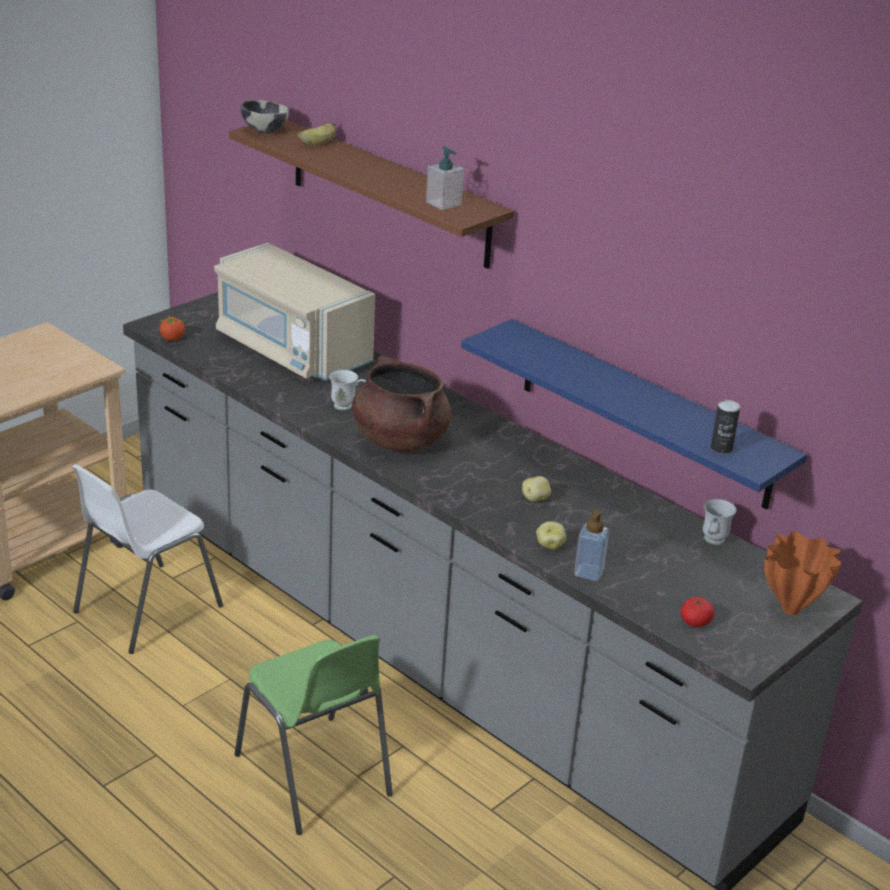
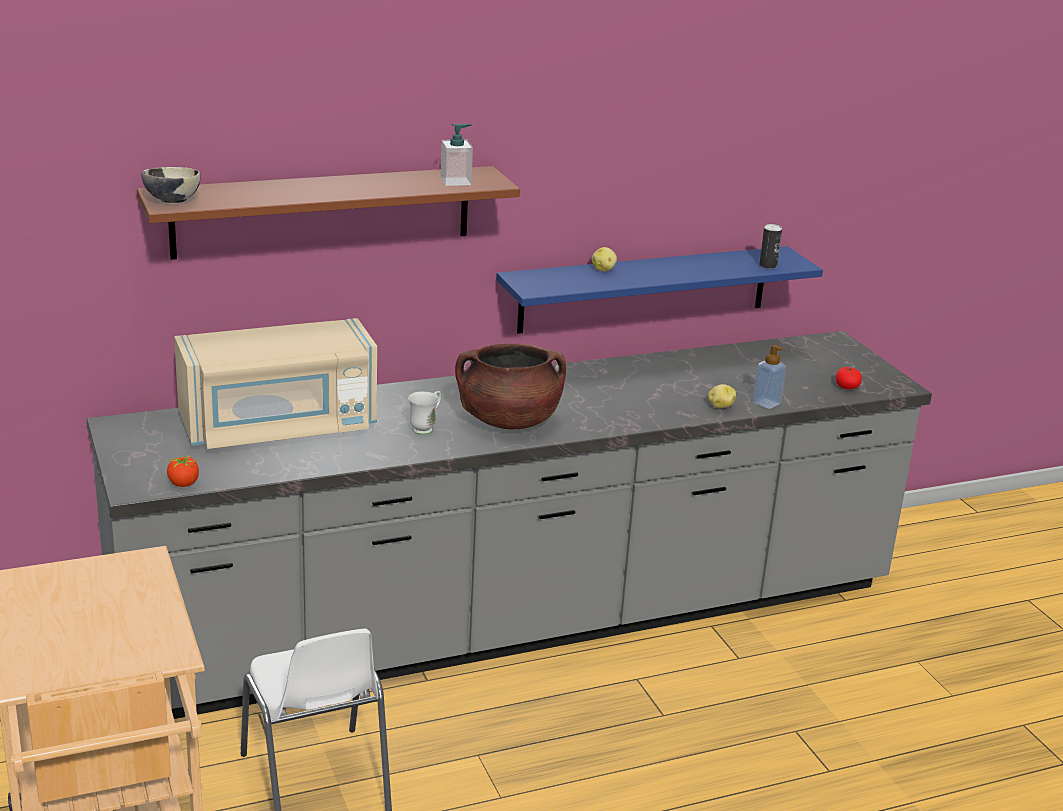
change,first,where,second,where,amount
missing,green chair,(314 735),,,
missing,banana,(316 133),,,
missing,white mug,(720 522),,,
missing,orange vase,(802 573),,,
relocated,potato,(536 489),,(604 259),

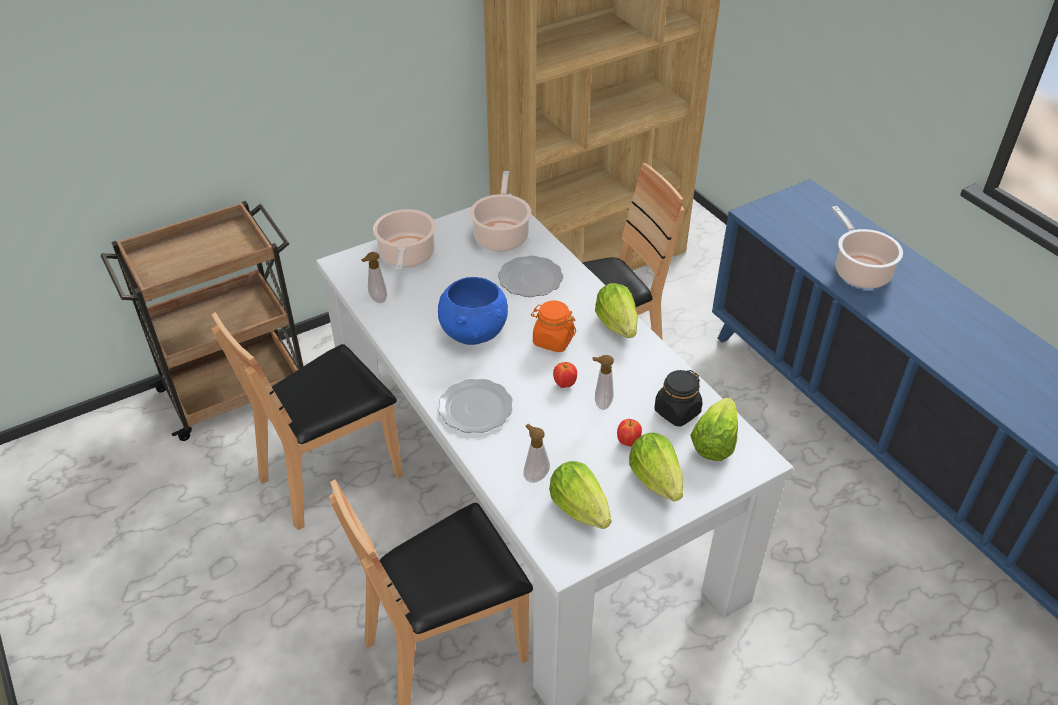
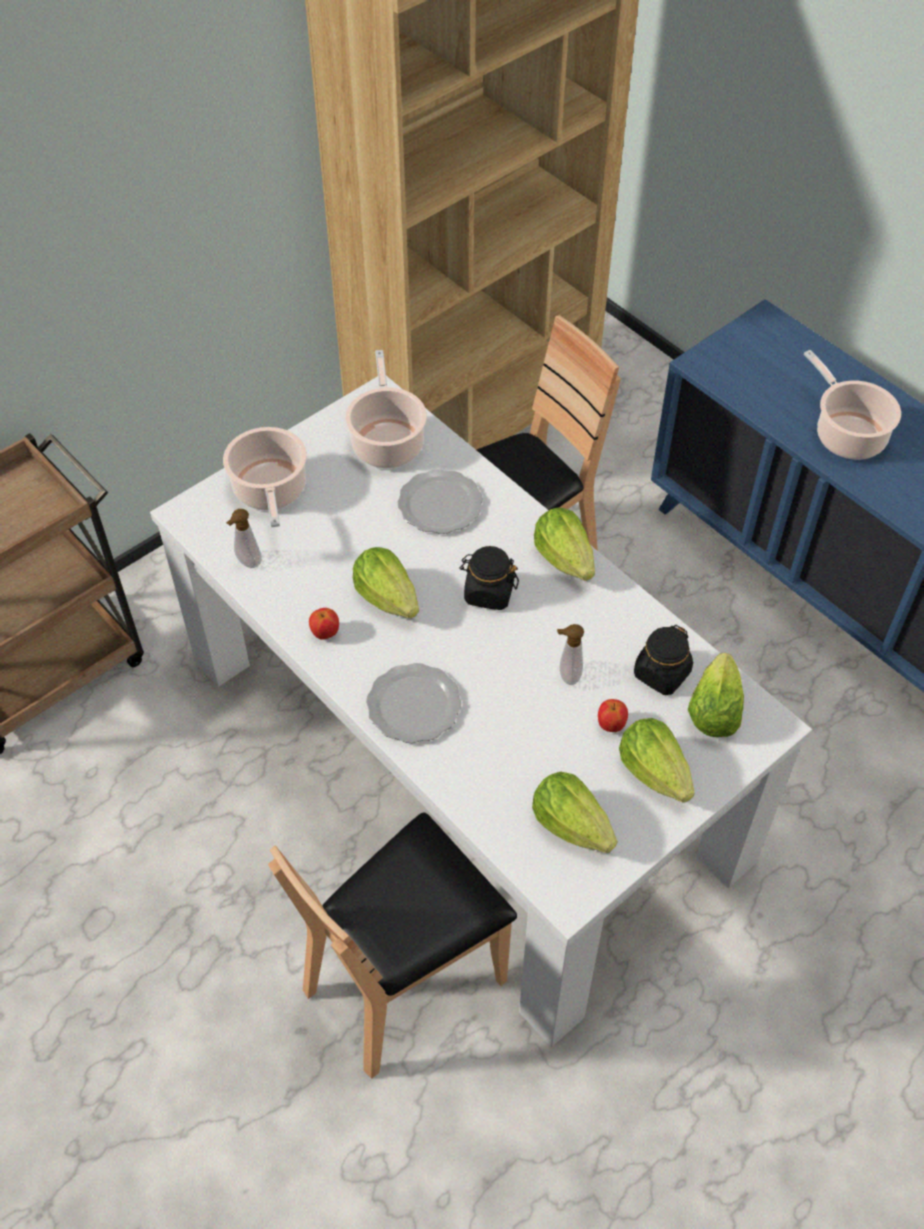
change,first,where,second,where,amount
missing,brown chair,(307 421),,,
missing,soap dispenser,(536 453),,,
relocated,apple,(565 375),,(324 624),
exchanged,blue bowl,(473 311),lettuce,(386 582),
colour,orange jar,(553 326),black jar,(489 578),

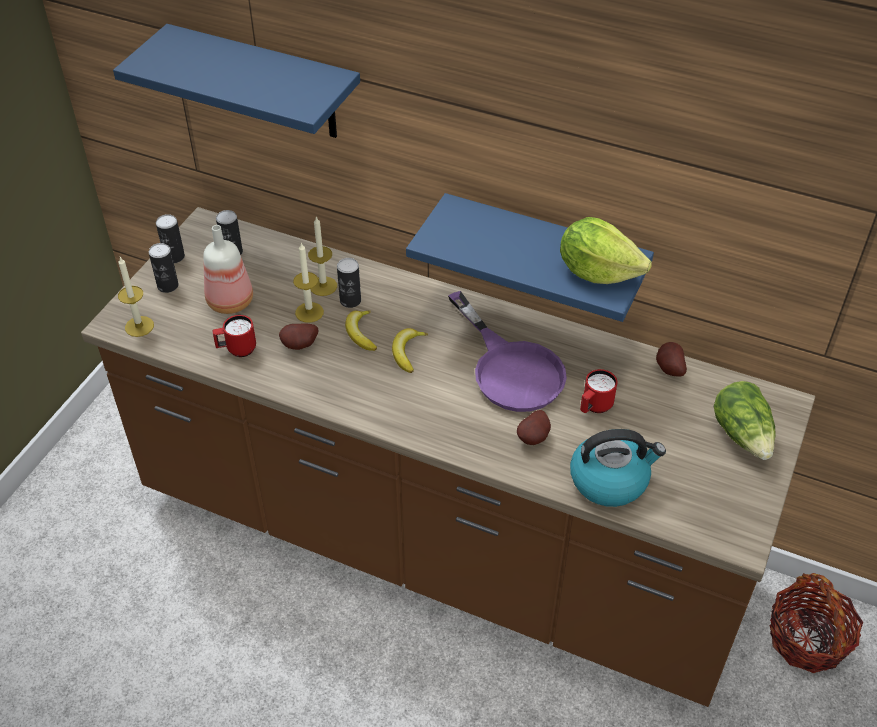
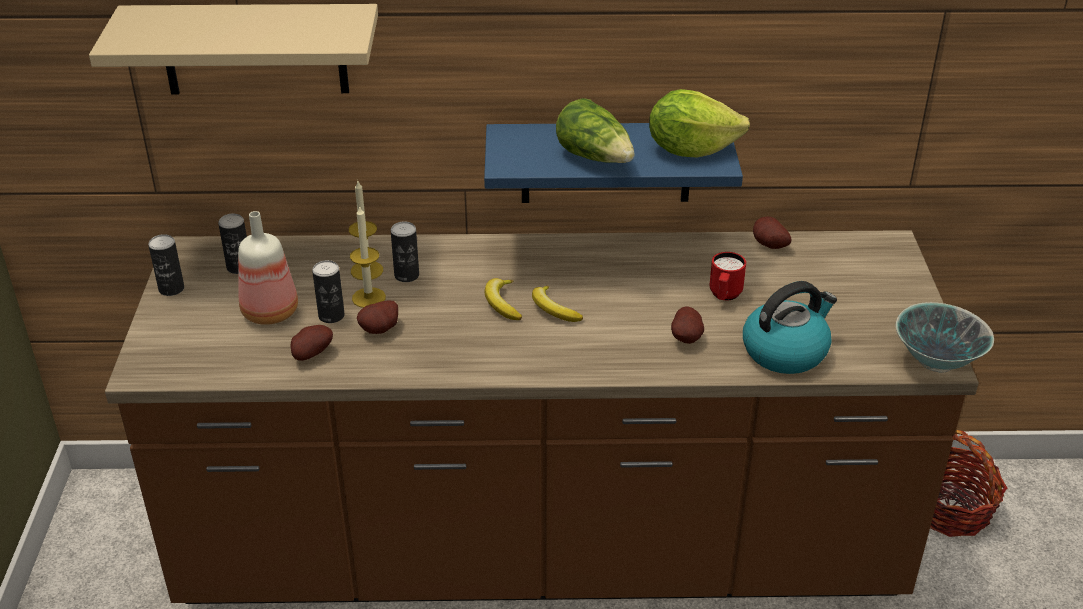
change,first,where,second,where,amount
missing,candle,(136 297),,,
missing,purple frying pan,(507 351),,,
appeared,,,bowl,(945 337),
relocated,can,(164 268),,(328 291),
relocated,banana,(361 330),,(557 303),
relocated,lettuce,(744 420),,(595 130),
exchanged,red mug,(234 336),potato,(311 343),
colour,blue shelf,(236 81),beige shelf,(233 49),

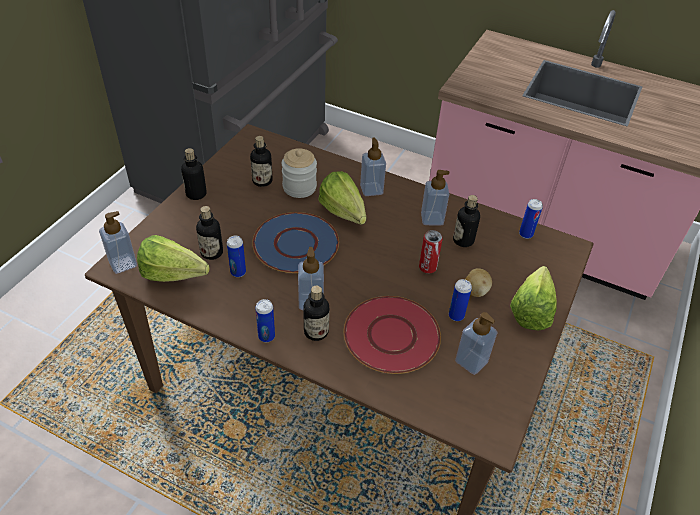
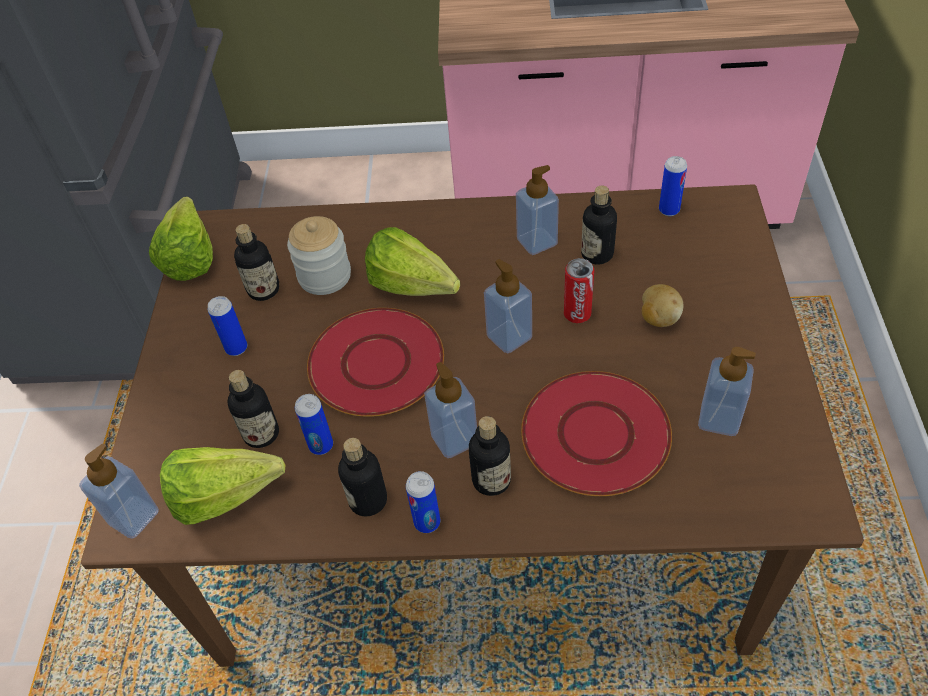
change,first,where,second,where,amount
relocated,bottle,(193 174),,(362 477),
relocated,soap dispenser,(373 167),,(508 306),
relocated,can,(460 300),,(227 326),
relocated,lettuce,(533 298),,(181 239),
colour,blue plate,(295 242),red plate,(375 362),

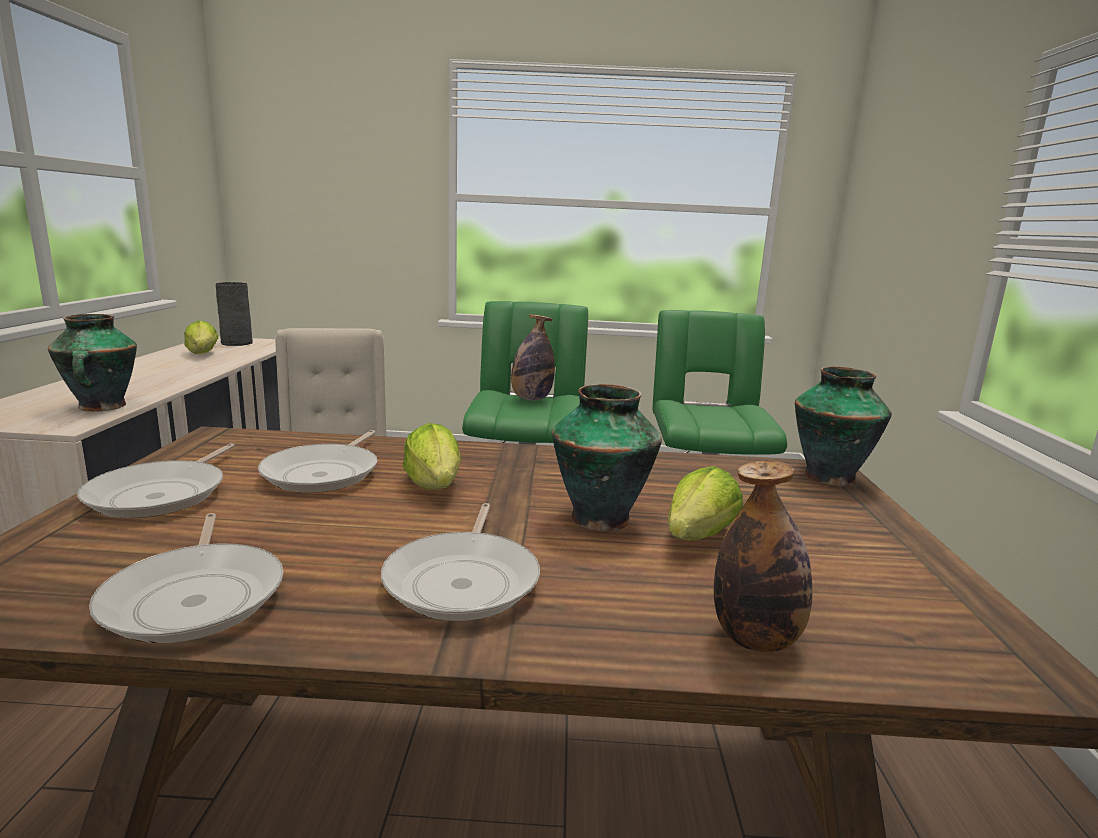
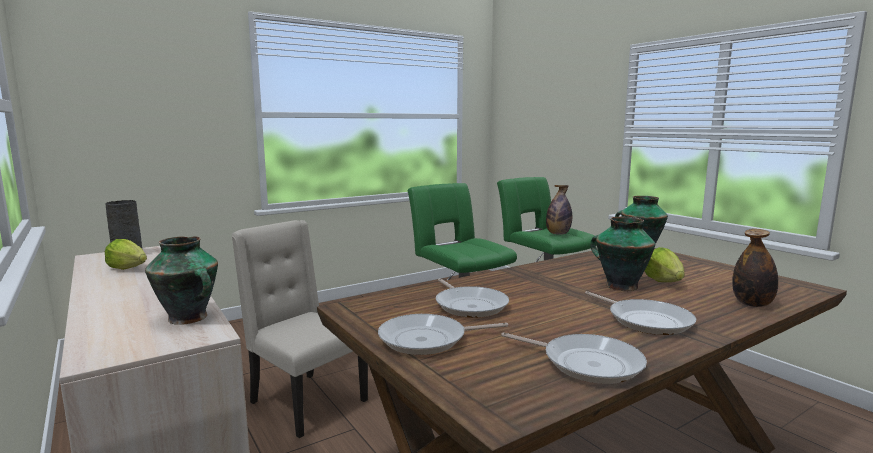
change,first,where,second,where,amount
missing,lettuce,(432 456),,,
relocated,bottle,(533 357),,(559 209),
spun,frying pan,(156 480),,(443 334),105 degrees clockwise

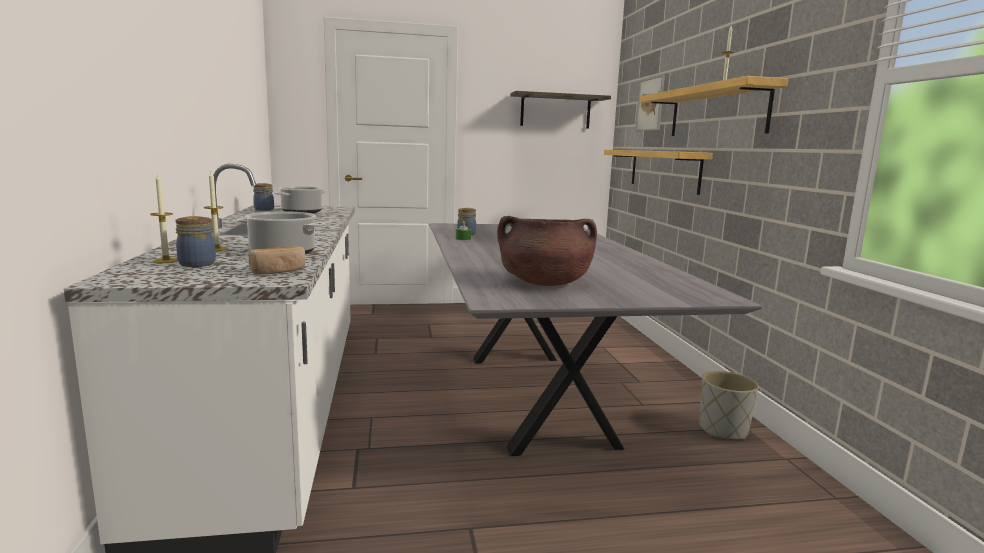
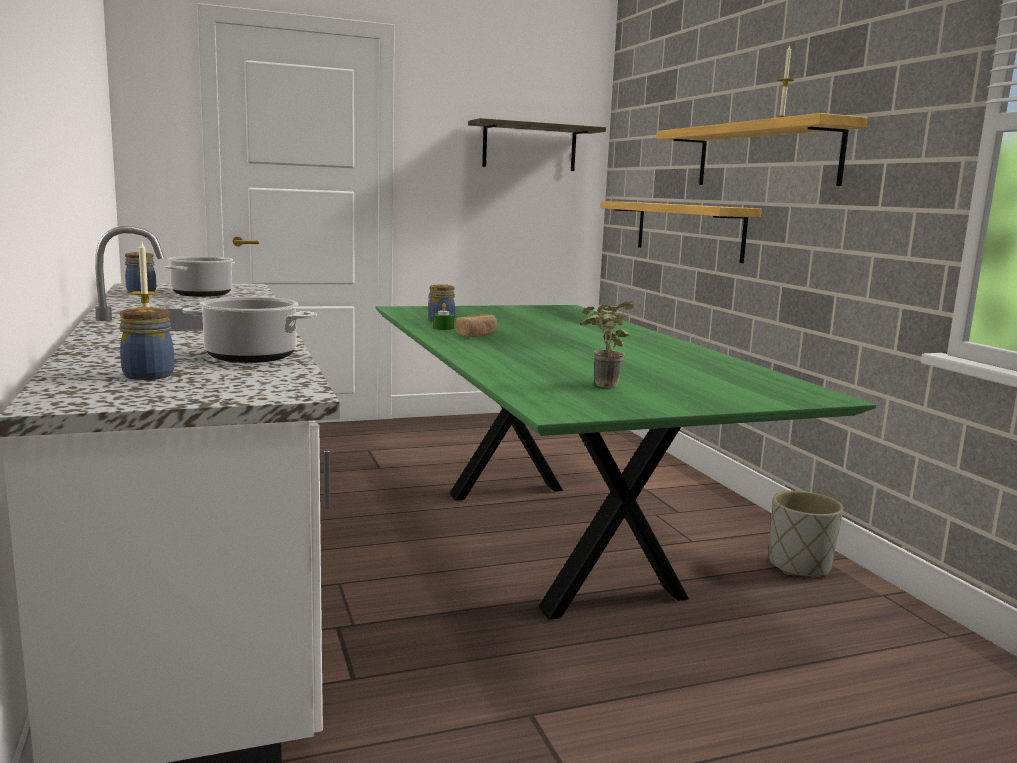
change,first,where,second,where,amount
missing,candle,(164 218),,,
missing,picture,(650 103),,,
relocated,bread,(277 260),,(476 326),
exchanged,brown cooking pot,(547 251),potted plant,(607 344),
colour,grey dining table,(596 339),green dining table,(626 462),

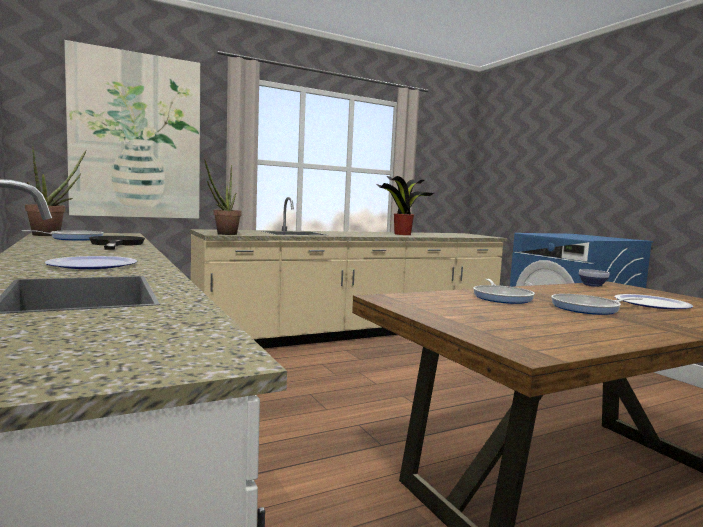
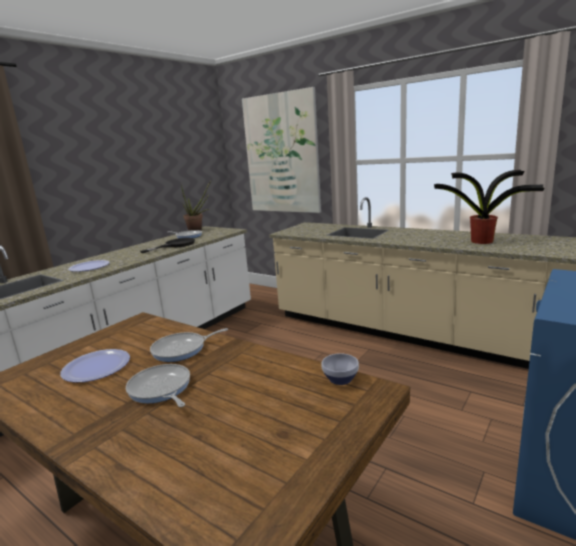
change,first,where,second,where,amount
missing,potted plant,(223 197),,,
relocated,plate,(654 301),,(95 366),

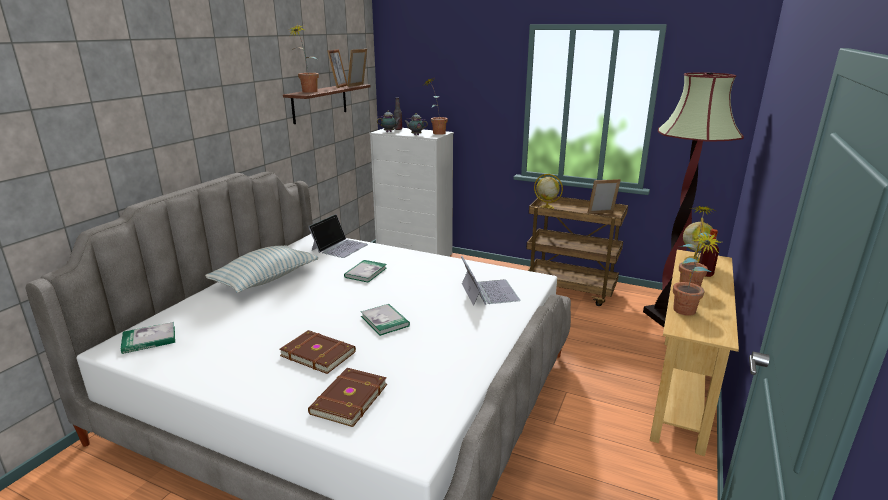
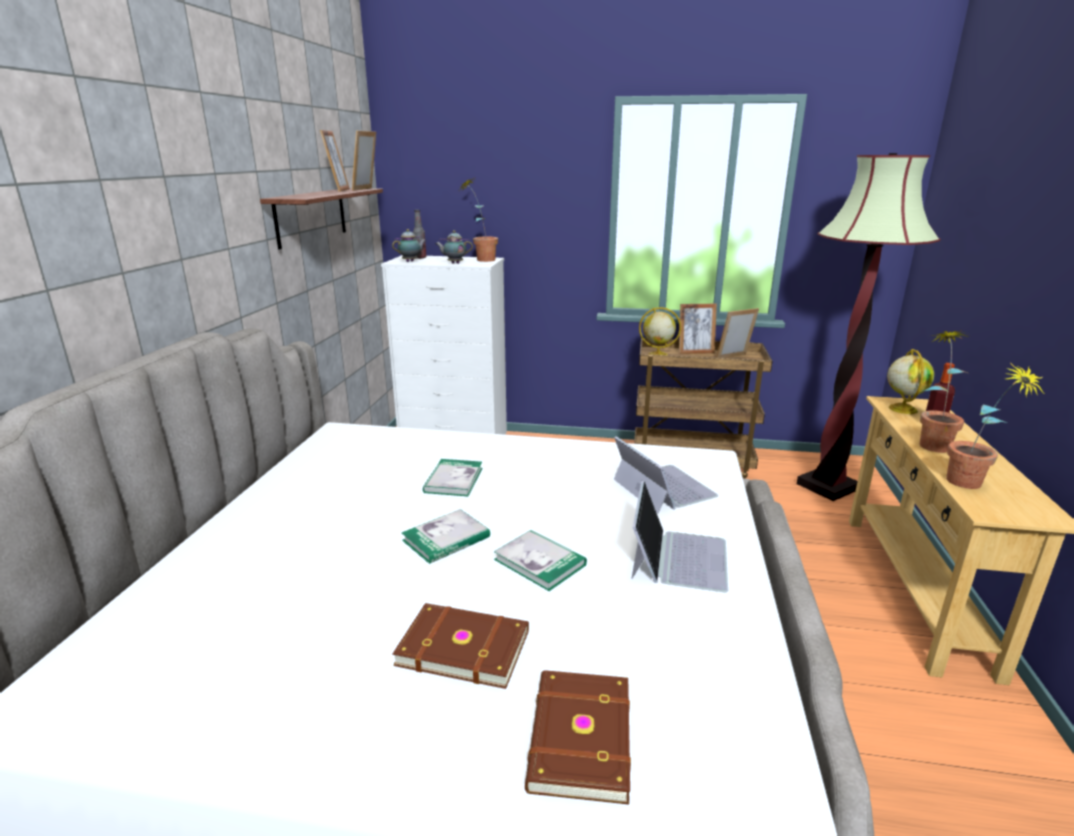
change,first,where,second,where,amount
missing,pillow,(261 269),,,
missing,potted plant,(303 58),,,
appeared,,,picture frame,(698 329),
relocated,book,(148 338),,(446 536),
relocated,laptop,(338 236),,(680 536),

